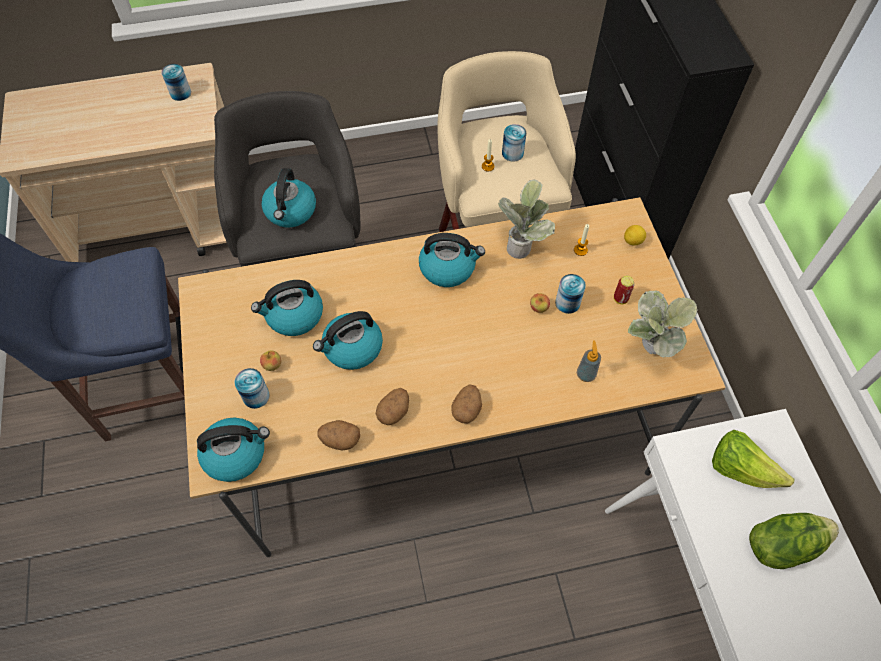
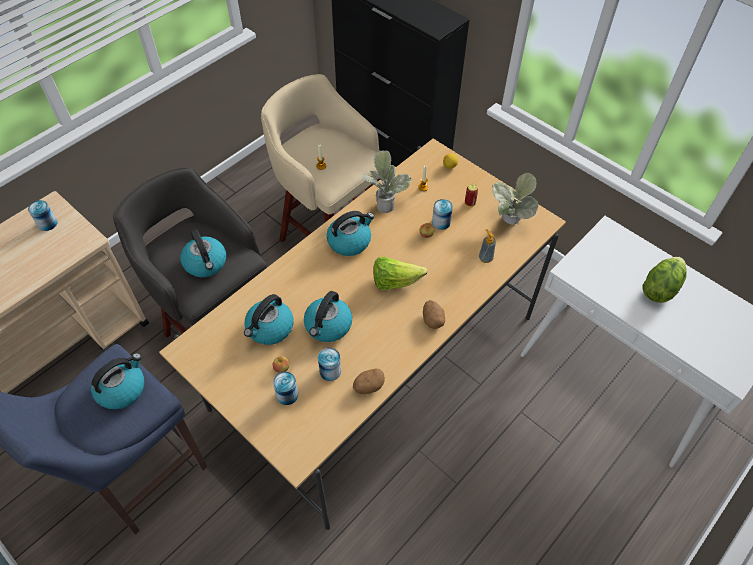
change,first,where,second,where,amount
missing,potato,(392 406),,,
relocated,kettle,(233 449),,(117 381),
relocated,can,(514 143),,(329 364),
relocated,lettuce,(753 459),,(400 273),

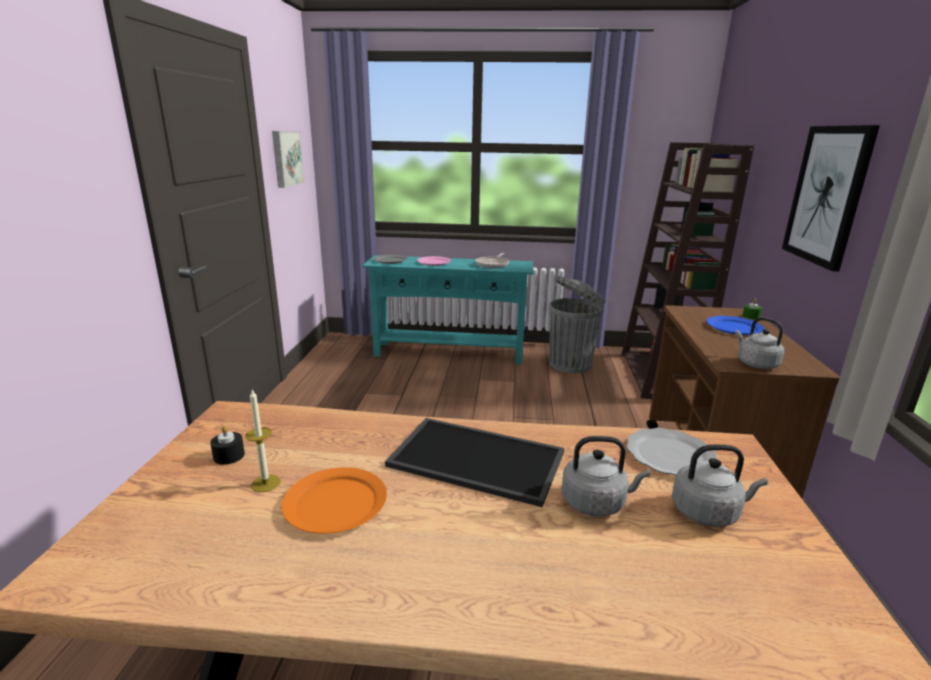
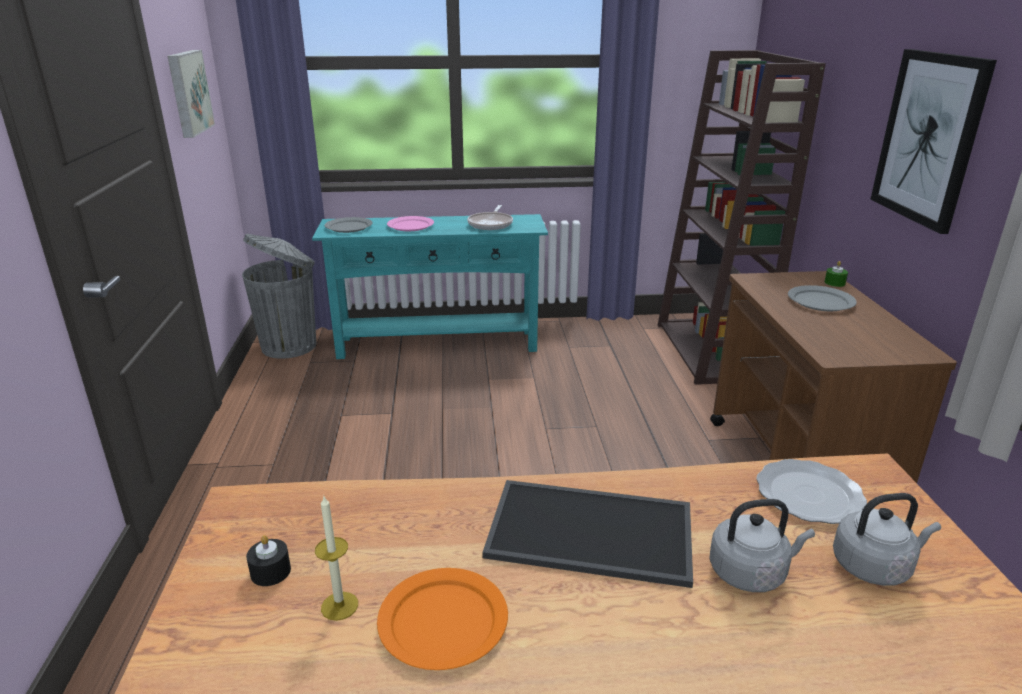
change,first,where,second,where,amount
missing,grey kettle,(759 343),,,
relocated,grey trash can,(577 324),,(279 296),
colour,blue plate,(735 325),grey plate,(822 298),

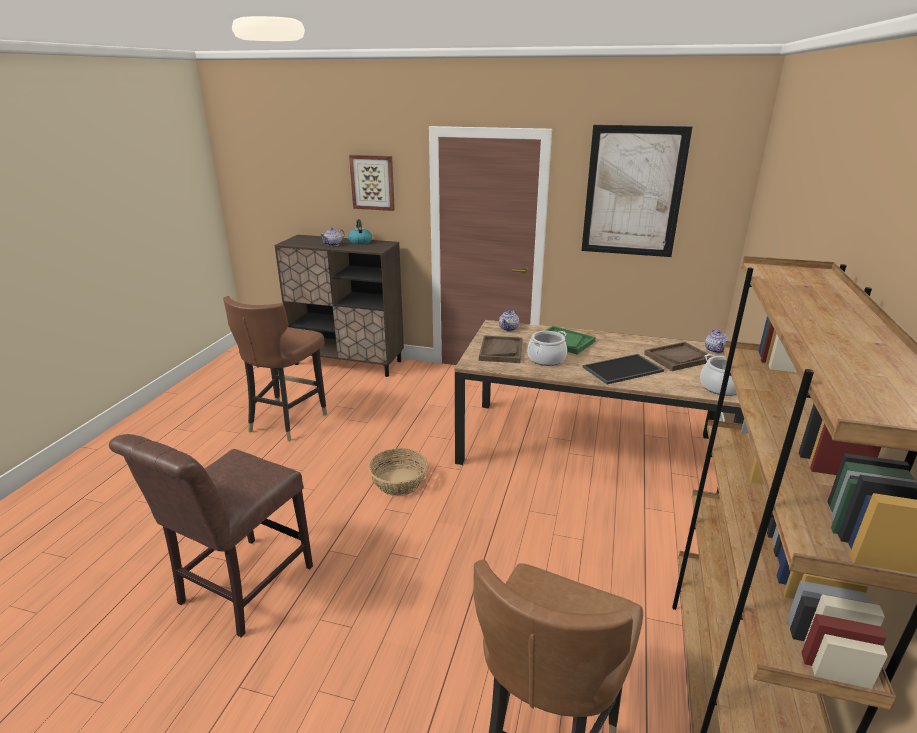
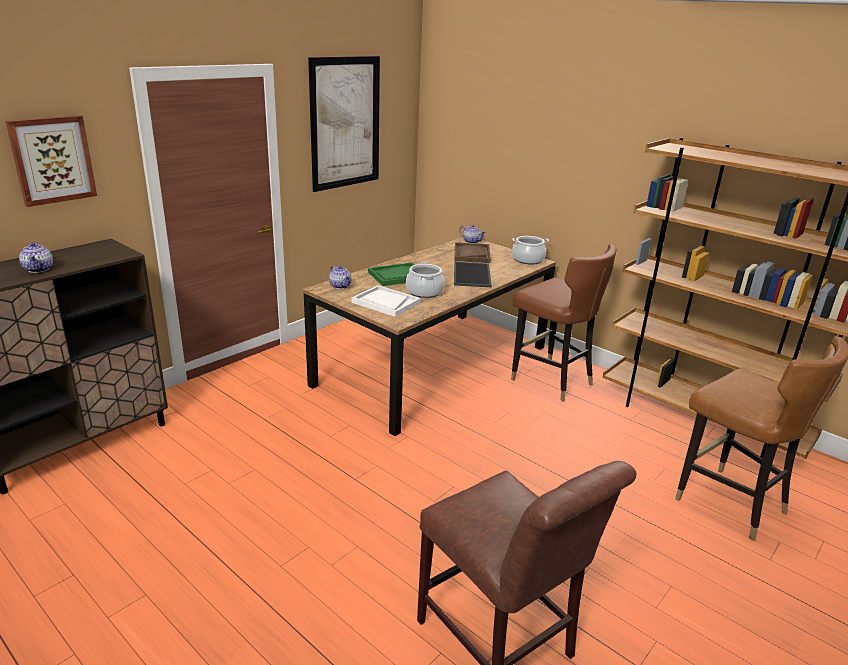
change,first,where,second,where,amount
missing,kettle,(360 232),,,
missing,basket,(398 472),,,
relocated,brown chair,(275 368),,(563 323),
colour,brown tray,(501 349),white tray,(386 301),

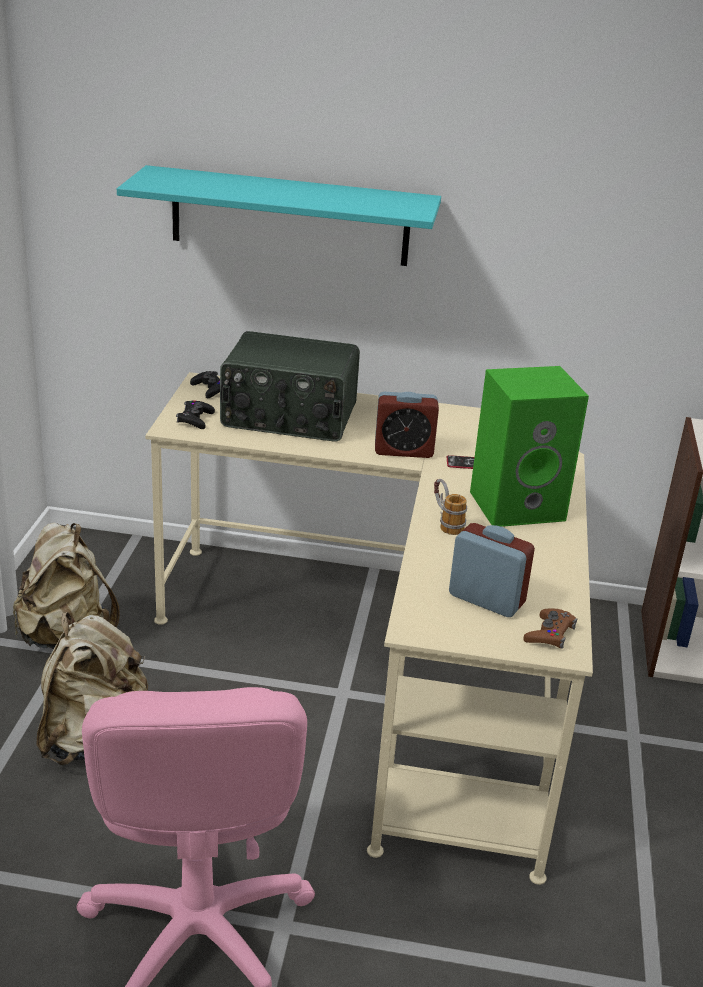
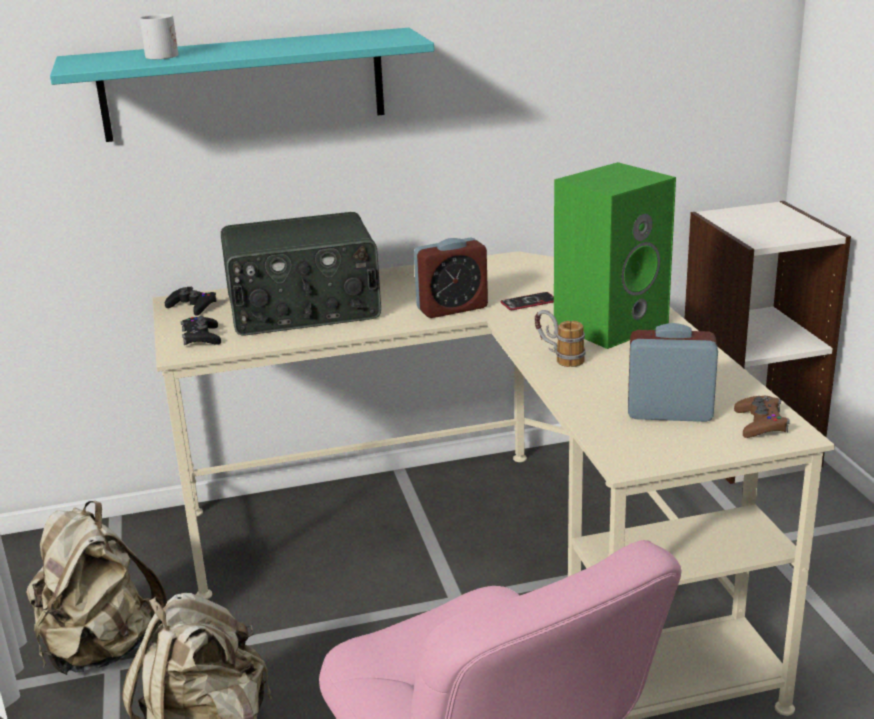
change,first,where,second,where,amount
appeared,,,white mug,(158 36),

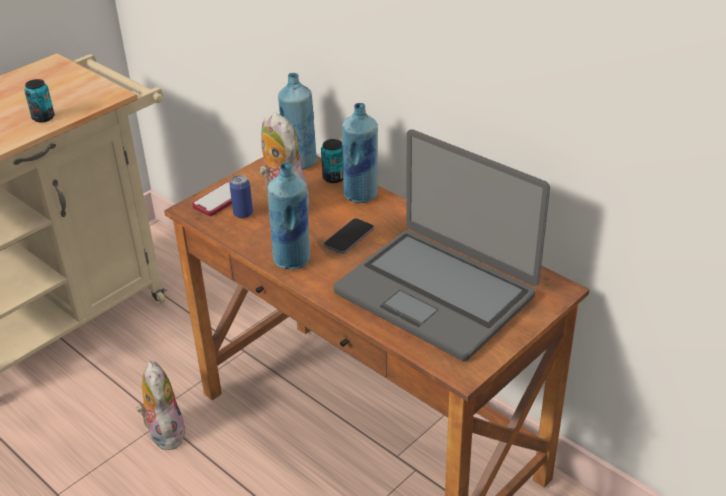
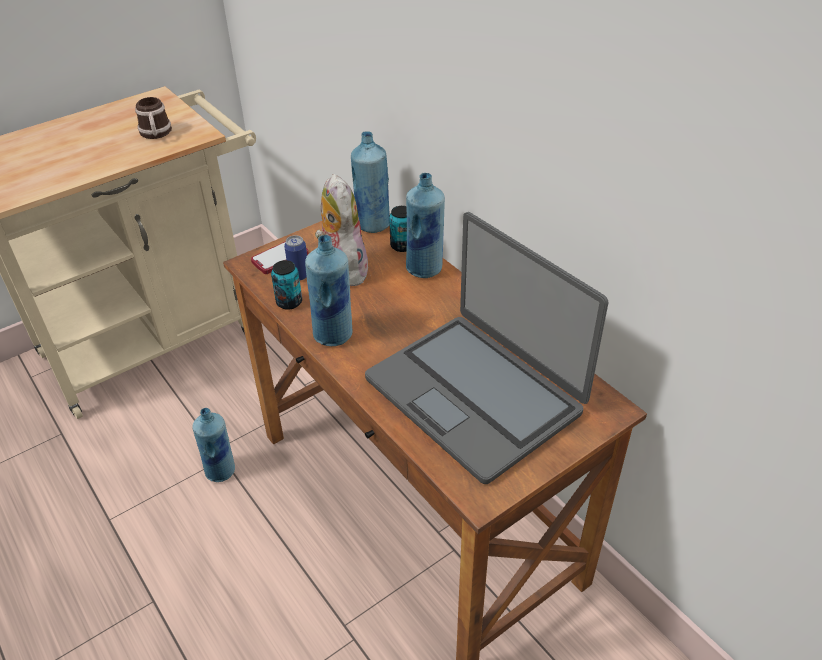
change,first,where,second,where,amount
missing,phone,(349 236),,,
appeared,,,mug,(153 118),
relocated,can,(39 100),,(286 285),
exchanged,plush toy,(161 405),blue bottle,(213 445),

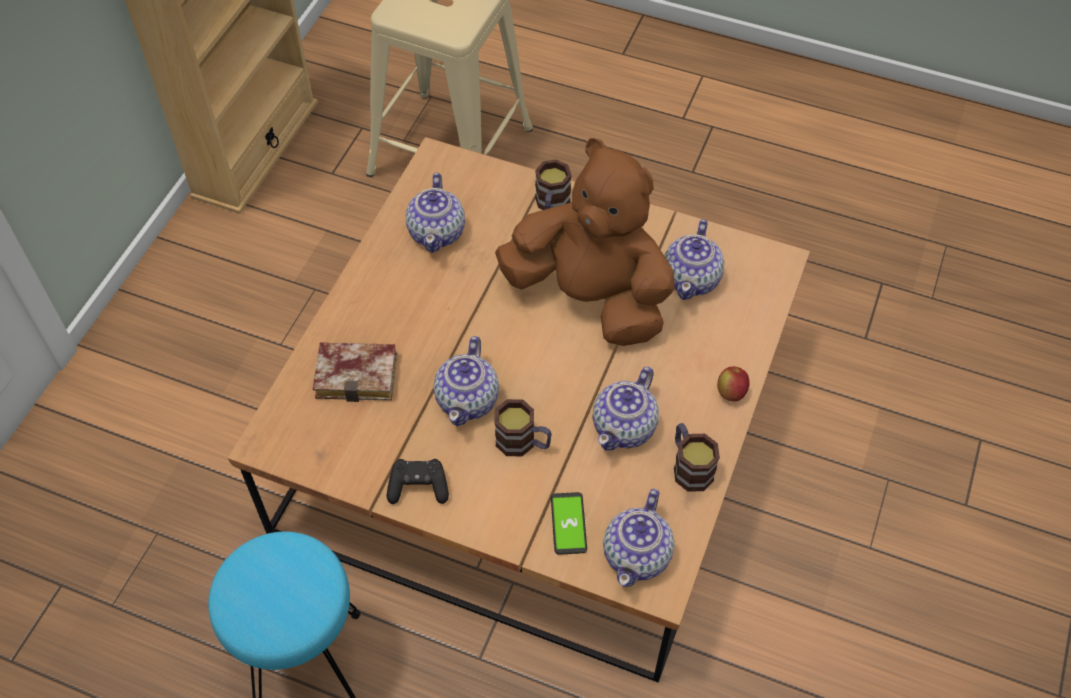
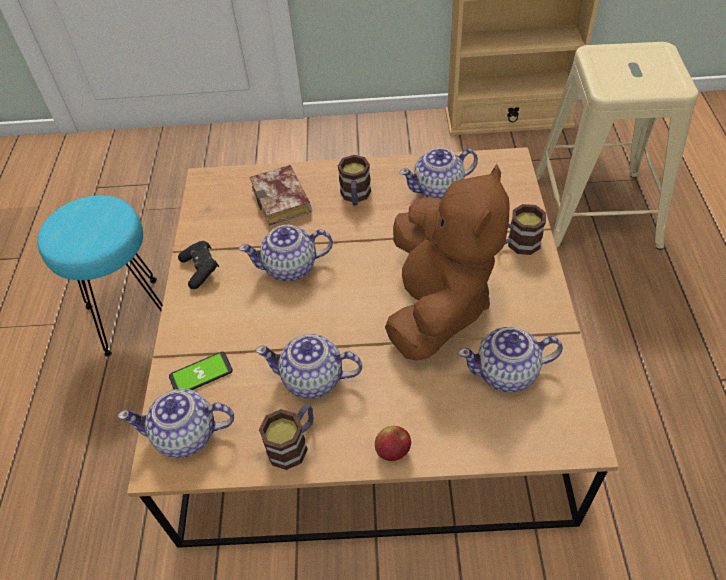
change,first,where,second,where,amount
relocated,mug,(523 427),,(354 180),

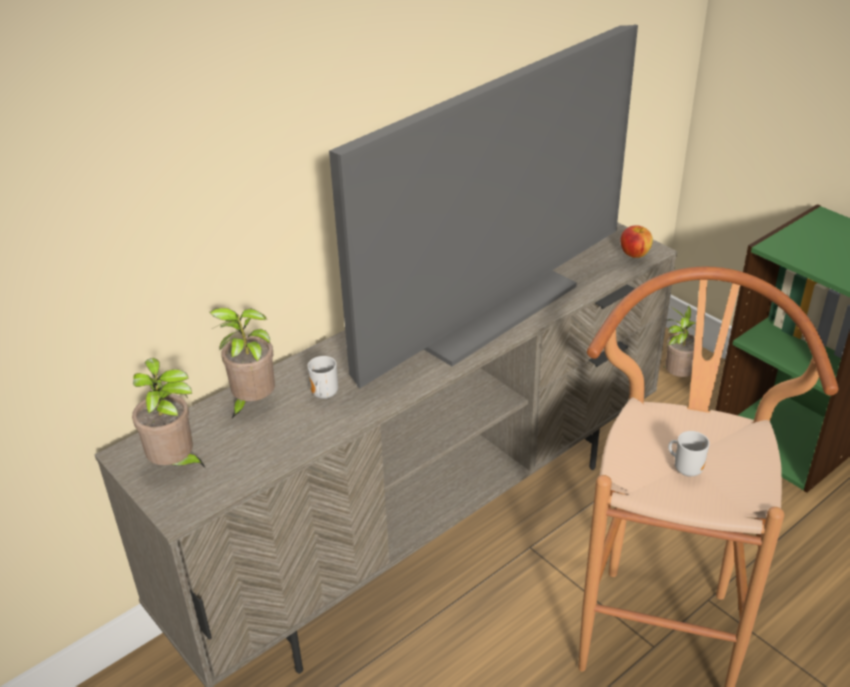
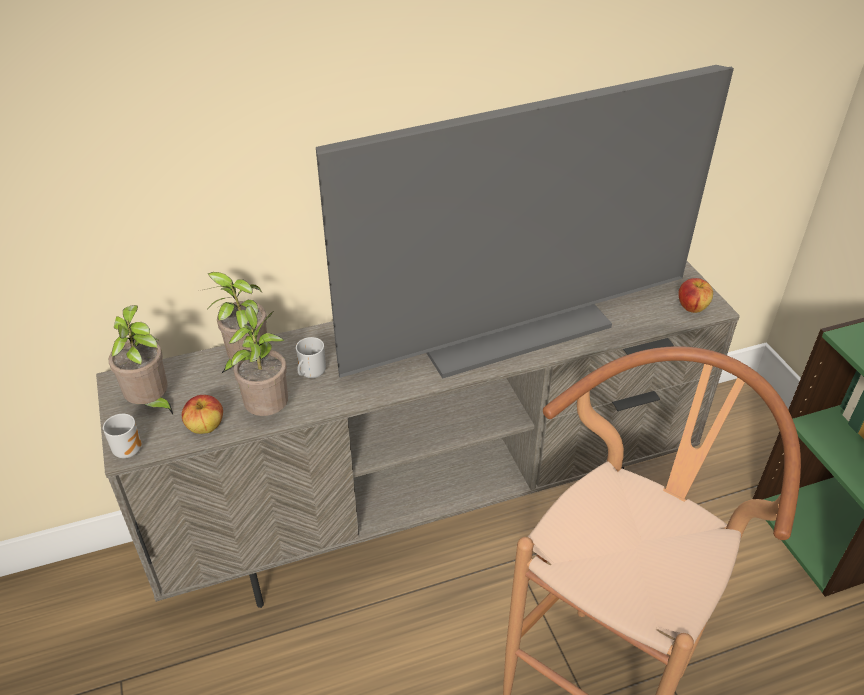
change,first,where,second,where,amount
appeared,,,apple,(202 414),
relocated,potted plant,(680 341),,(258 361),
relocated,mug,(689 454),,(122 436),

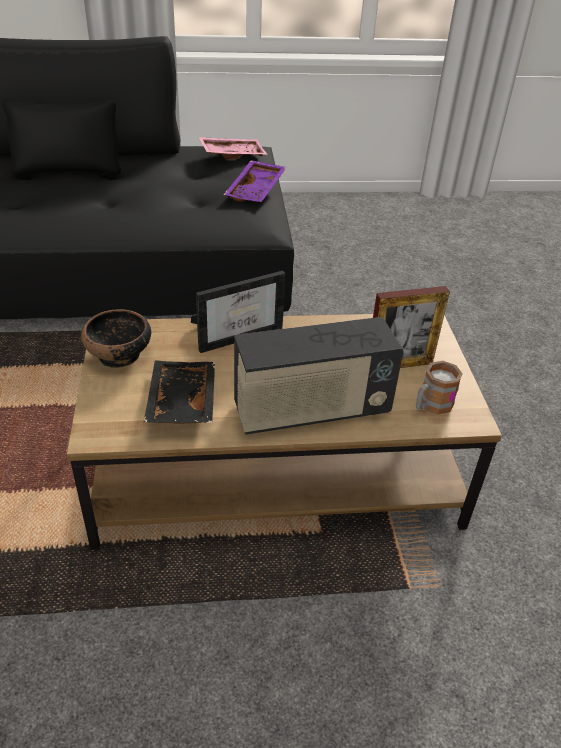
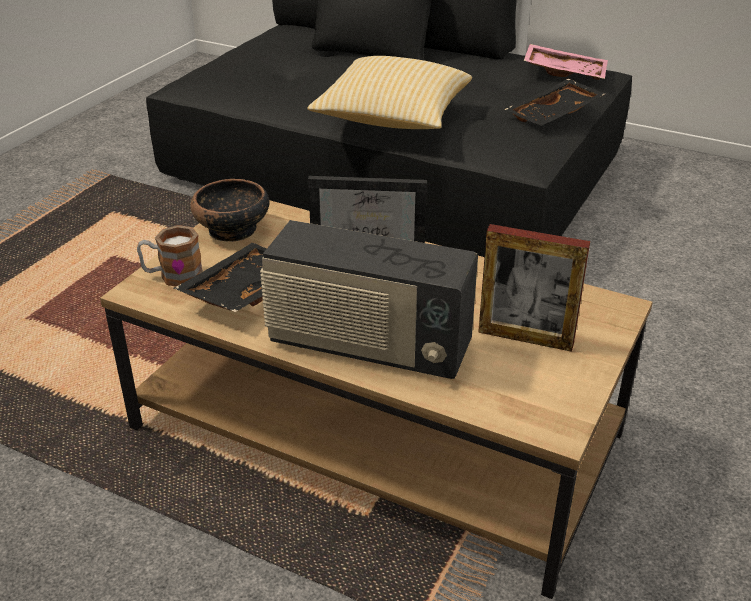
change,first,where,second,where,amount
appeared,,,pillow,(389 92),
relocated,mug,(439 387),,(170 255),
colour,purple tray,(255 181),black tray,(555 102),

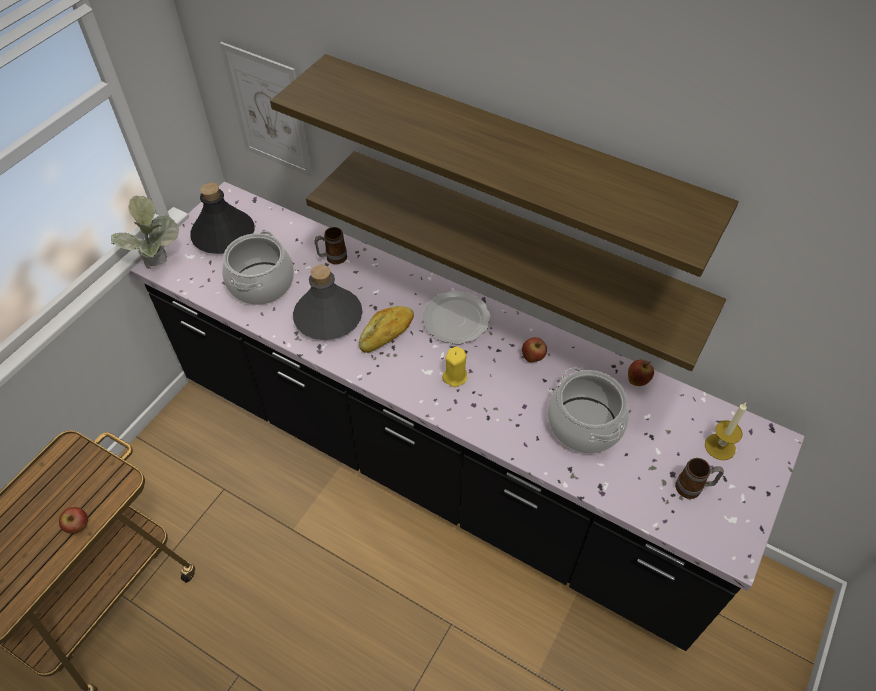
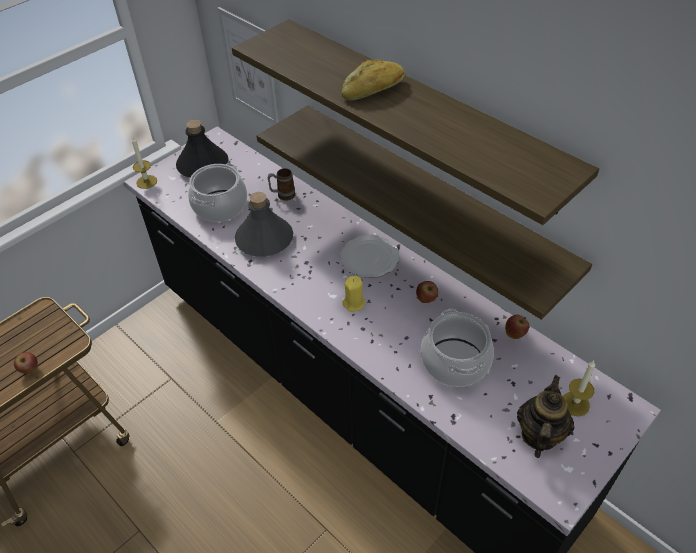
change,first,where,second,where,amount
relocated,bread,(386 329),,(374 80),
exchanged,potted plant,(145 232),candle,(144 162),
exchanged,mug,(699 478),teapot,(545 416),

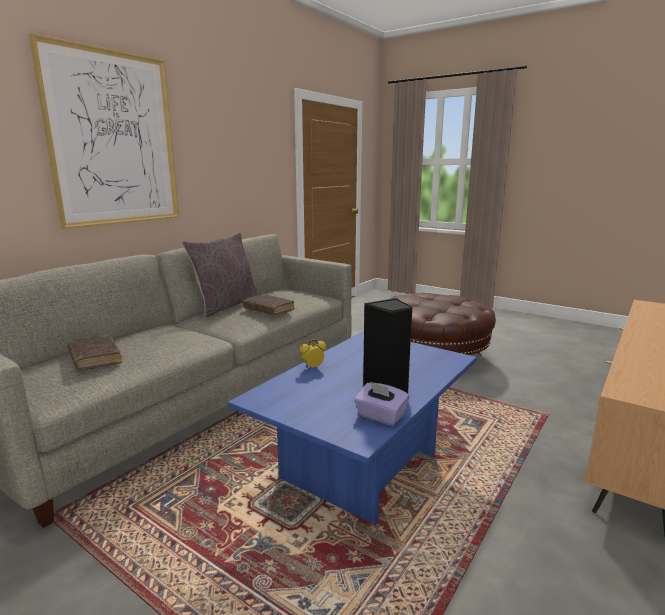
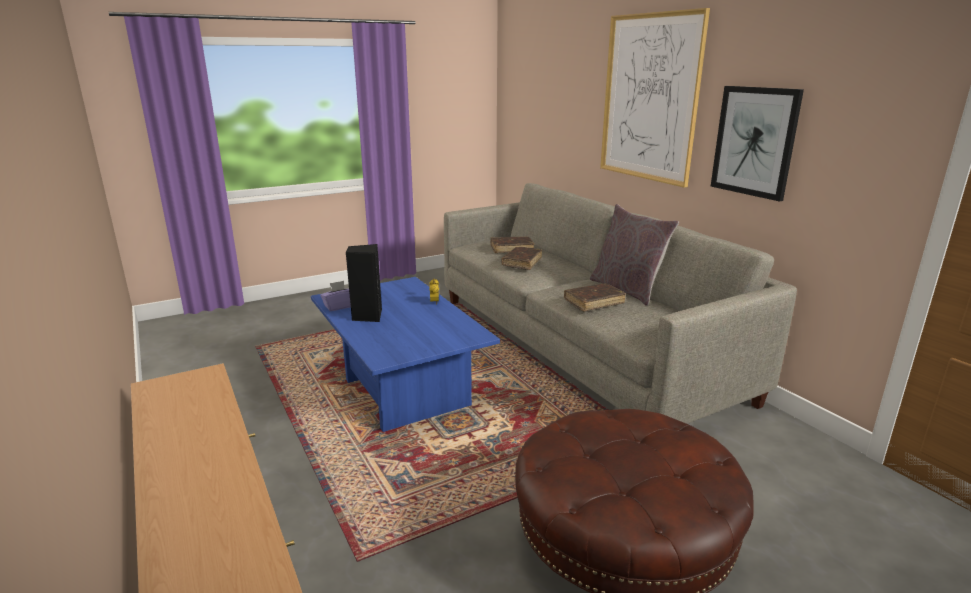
change,first,where,second,where,amount
appeared,,,brown book,(521 258),
appeared,,,picture,(757 144),

